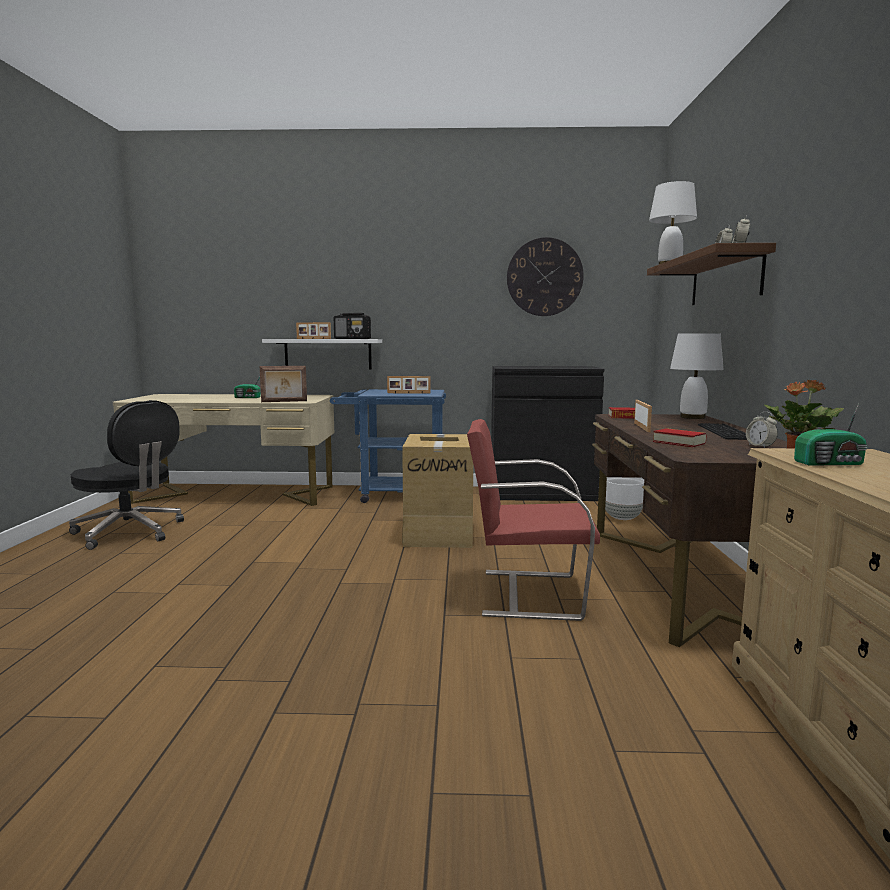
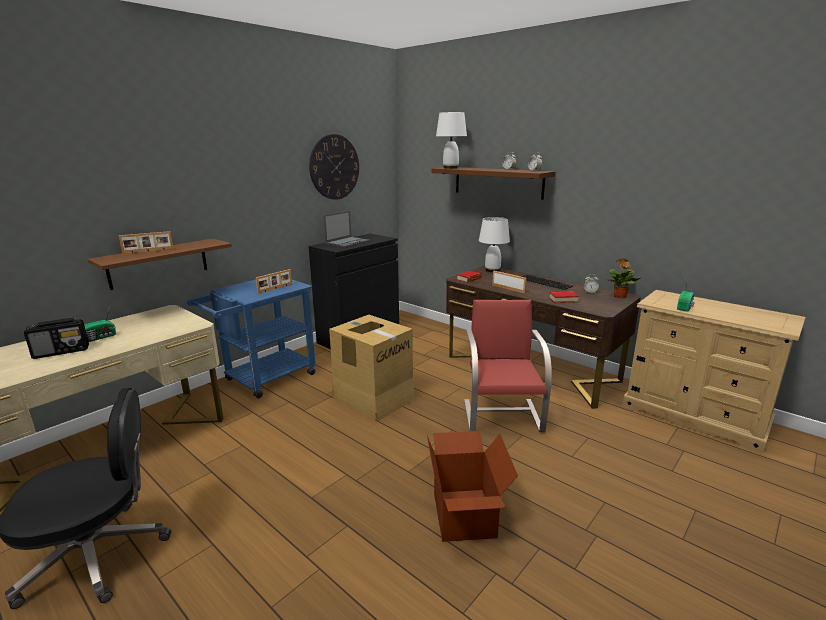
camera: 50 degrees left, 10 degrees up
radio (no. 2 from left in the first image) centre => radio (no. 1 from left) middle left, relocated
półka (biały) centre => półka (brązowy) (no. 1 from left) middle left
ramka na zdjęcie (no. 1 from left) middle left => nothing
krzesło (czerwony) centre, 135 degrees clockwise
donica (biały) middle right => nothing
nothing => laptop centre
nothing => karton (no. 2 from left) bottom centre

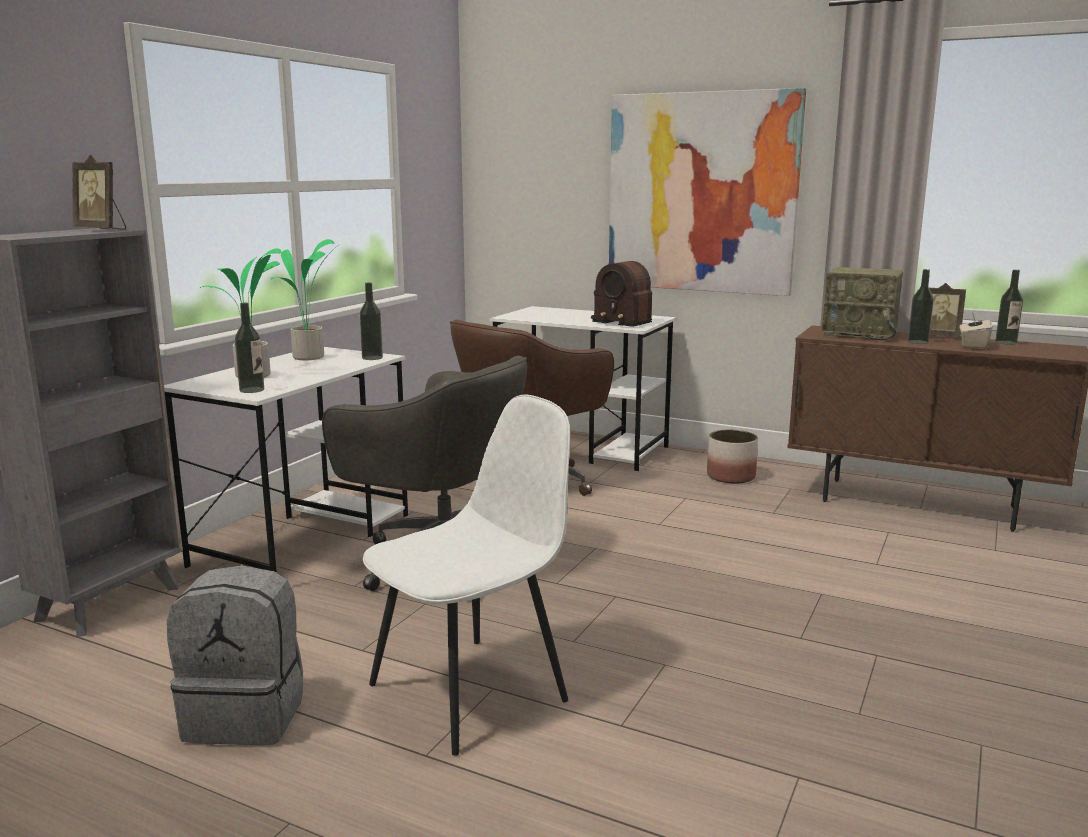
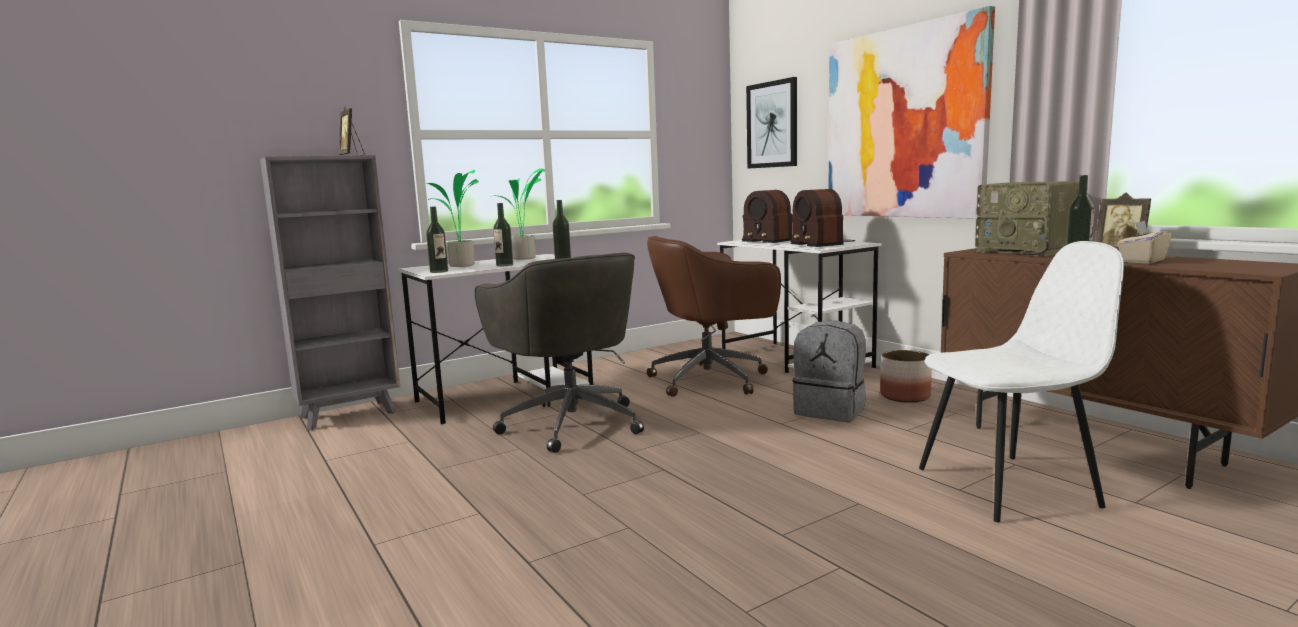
camera: 30 degrees right, 5 degrees down
butelka (no. 4 from left in the first image) middle right => butelka (no. 2 from left) centre, relocated
krzesło (biały) bottom centre => krzesło (biały) middle right, relocated
plecak (szary) bottom left => plecak (szary) centre, relocated
nothing => obraz (no. 1 from left) top centre
nothing => radio (no. 1 from left) centre

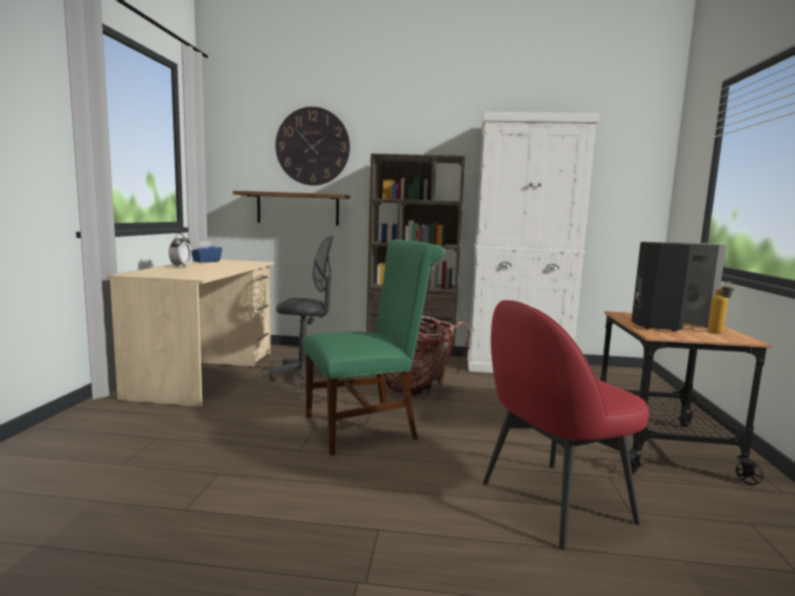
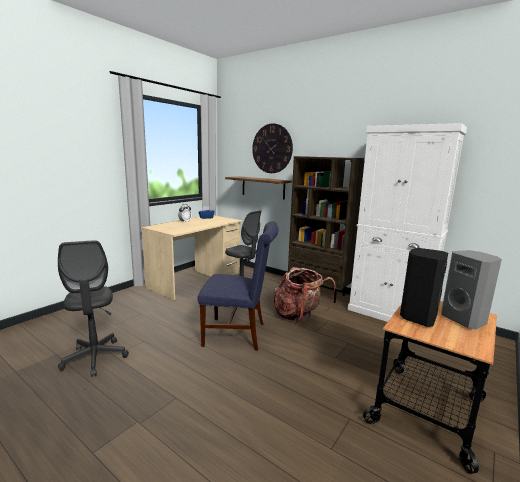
camera: 30 degrees right, 5 degrees up
krzesło (zielony) centre => krzesło (niebieski) centre
butelka middle right => nothing
krzesło (czerwony) bottom right => nothing
nothing => krzesło biurowe (szary) (no. 1 from left) middle left

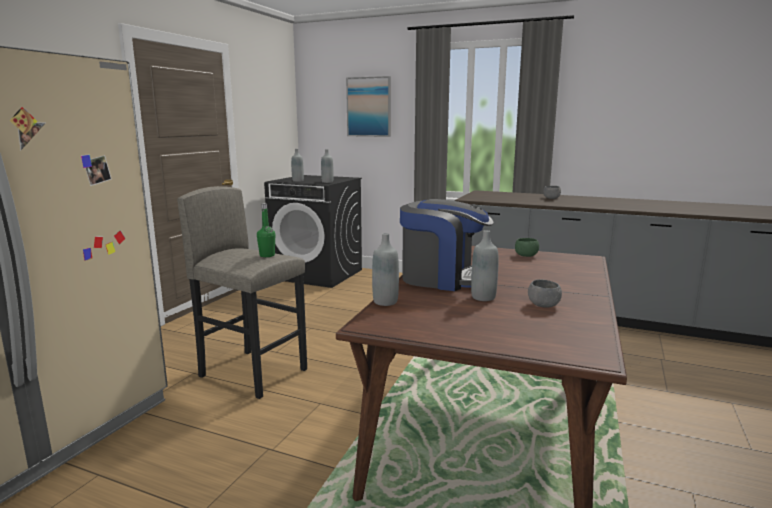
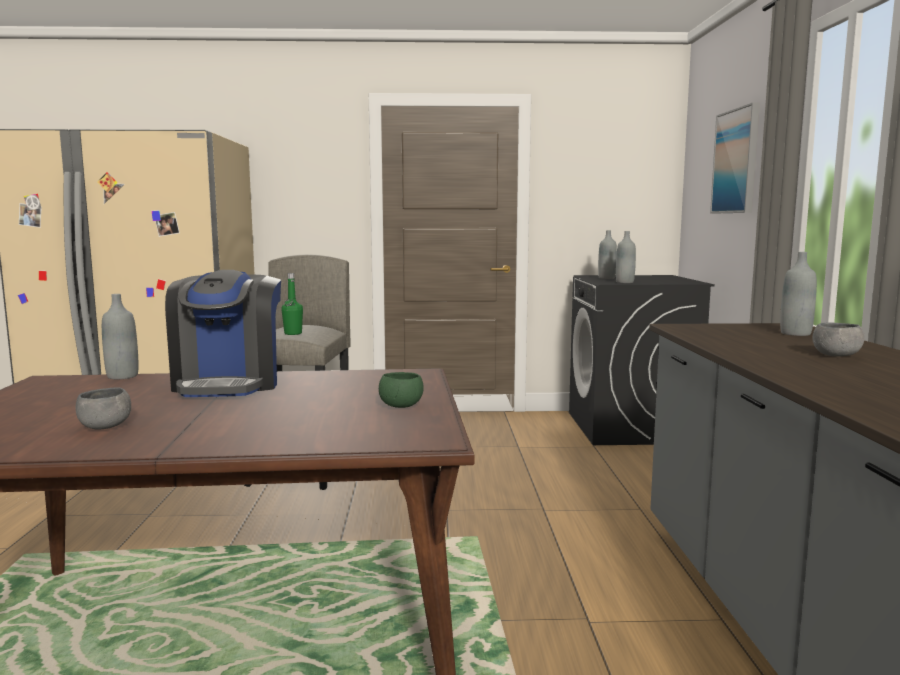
camera: 65 degrees right, 5 degrees down
butelka (szary) (no. 4 from left) centre => butelka (szary) (no. 4 from left) middle right, relocated

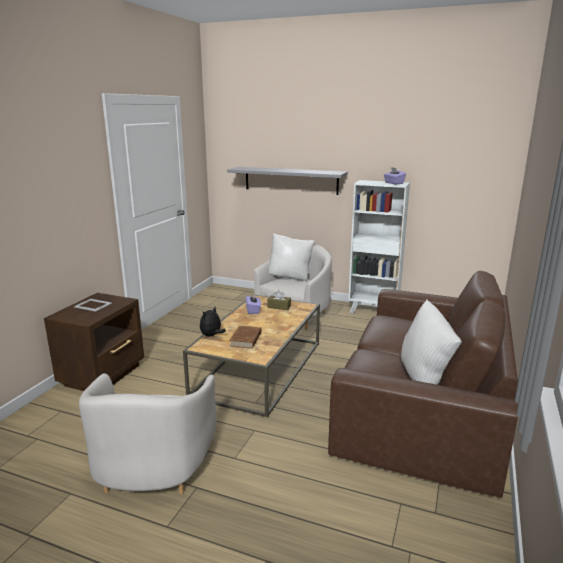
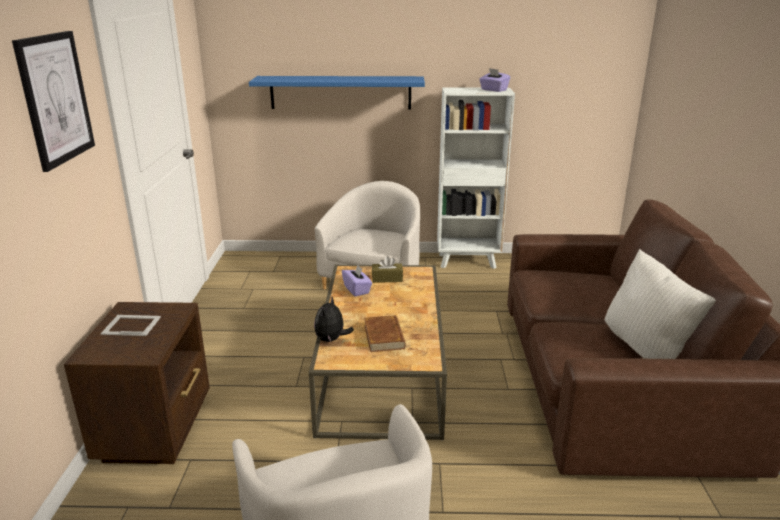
camera: 20 degrees left, 5 degrees up
półka (szary) top centre => półka (niebieski) top centre
poduszka (biały) (no. 1 from left) centre => nothing
nothing => obraz top left

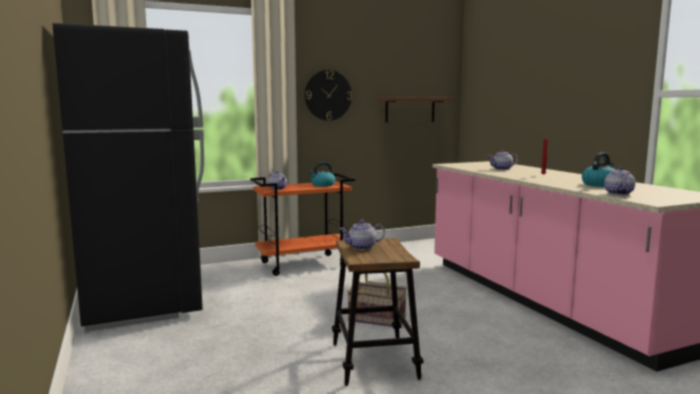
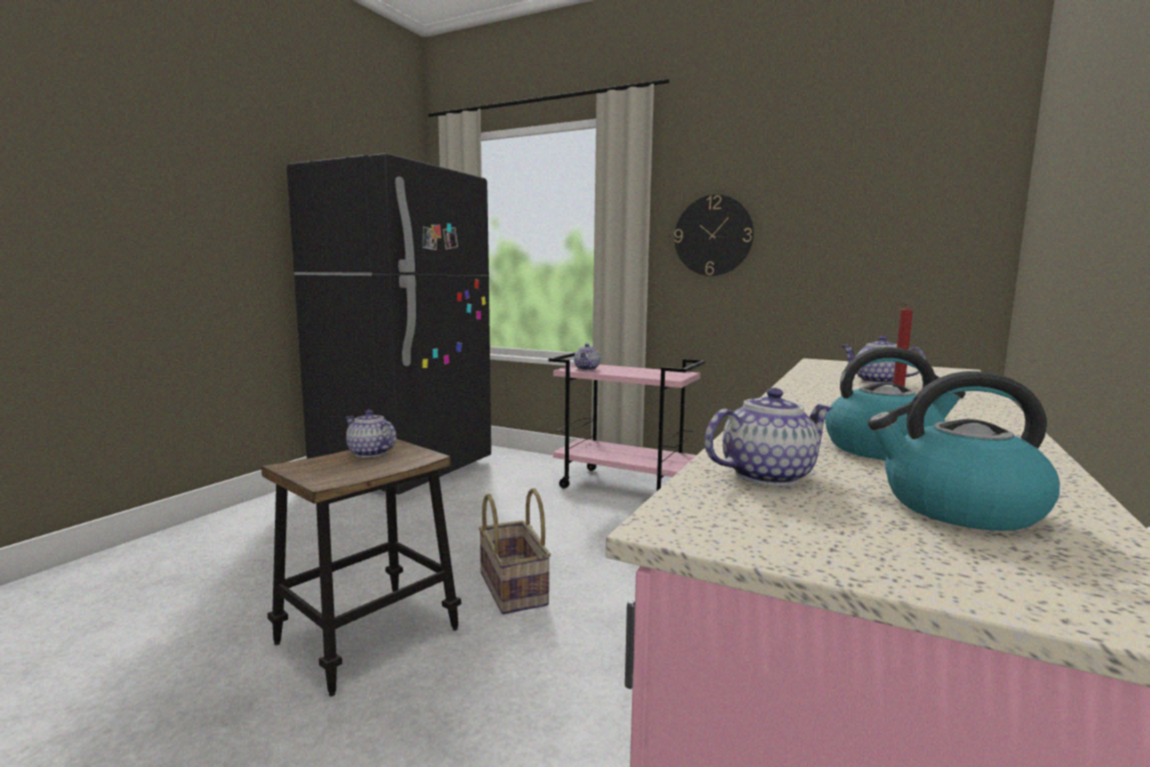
camera: 50 degrees right, 0 degrees up
półka (brązowy) top centre => nothing
czajnik (no. 1 from left in the first image) centre => czajnik (no. 2 from left) middle right, relocated
wózek (pomarańczowy) centre => wózek (różowy) centre

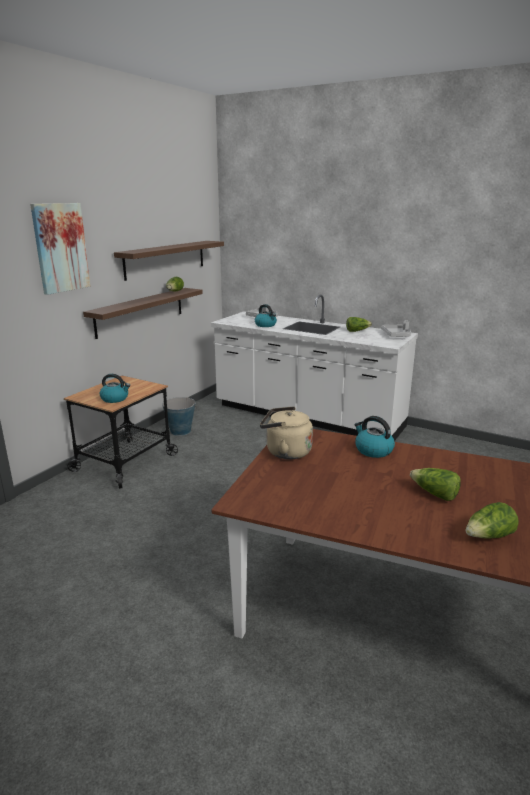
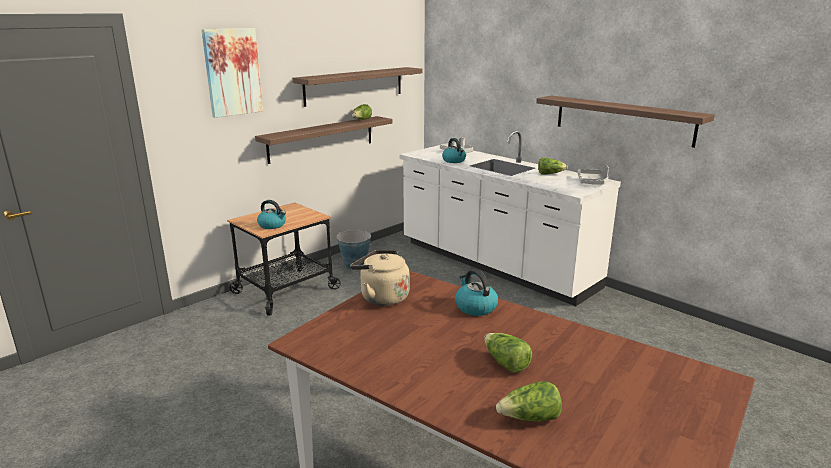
camera: 15 degrees right, 0 degrees up
nothing => półka (no. 3 from left) top right

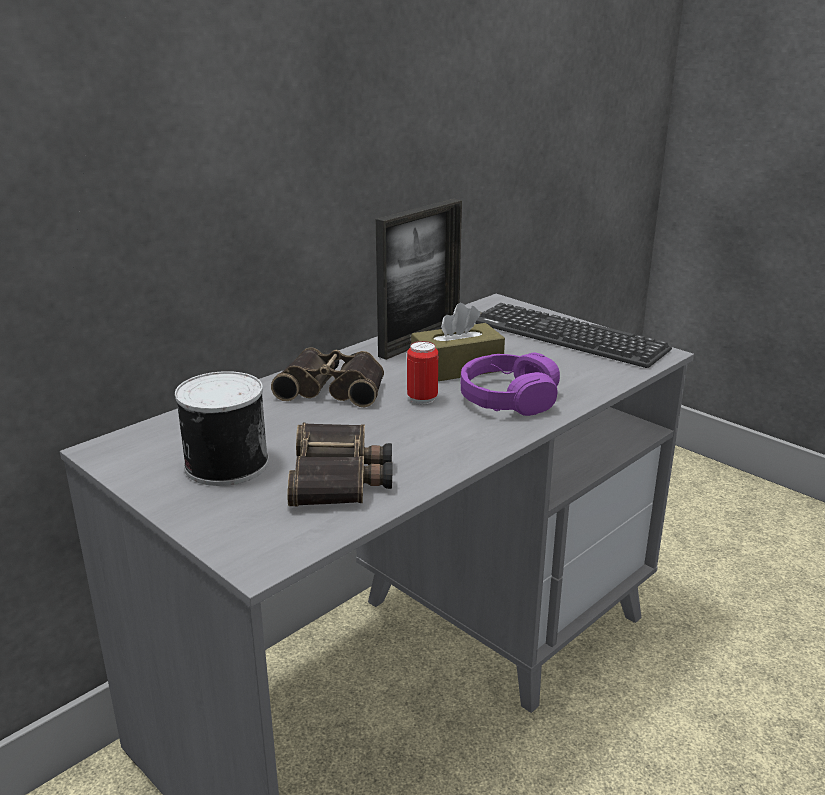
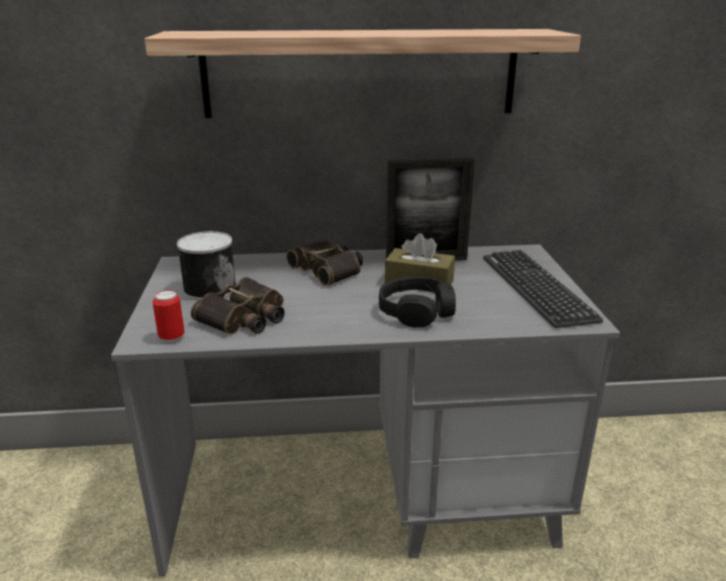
camera: 40 degrees right, 0 degrees up
puszka (no. 2 from left in the first image) centre => puszka (no. 1 from left) middle left, relocated
słuchawki (fioletowy) centre => słuchawki (czarny) centre
nothing => półka top centre

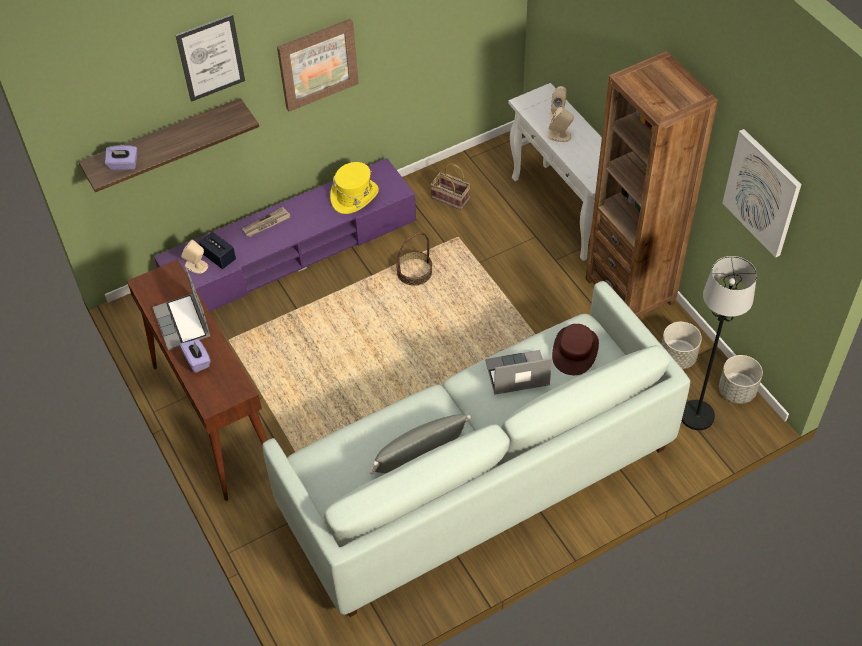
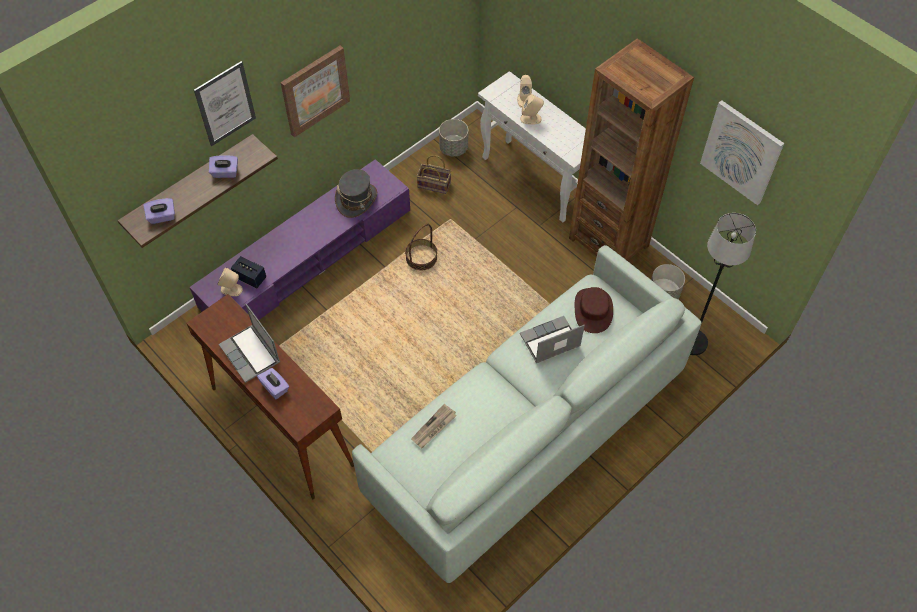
camera: 15 degrees left, 5 degrees up
kapelusz (żółty) top centre => kapelusz (szary) top centre
gazeta middle left => gazeta bottom centre, relocated
donica (szary) (no. 2 from left in the first image) middle right => donica (szary) (no. 1 from left) top centre, relocated
poduszka (szary) bottom centre => nothing
nothing => pudełko chusteczek (fioletowy) (no. 2 from left) top left

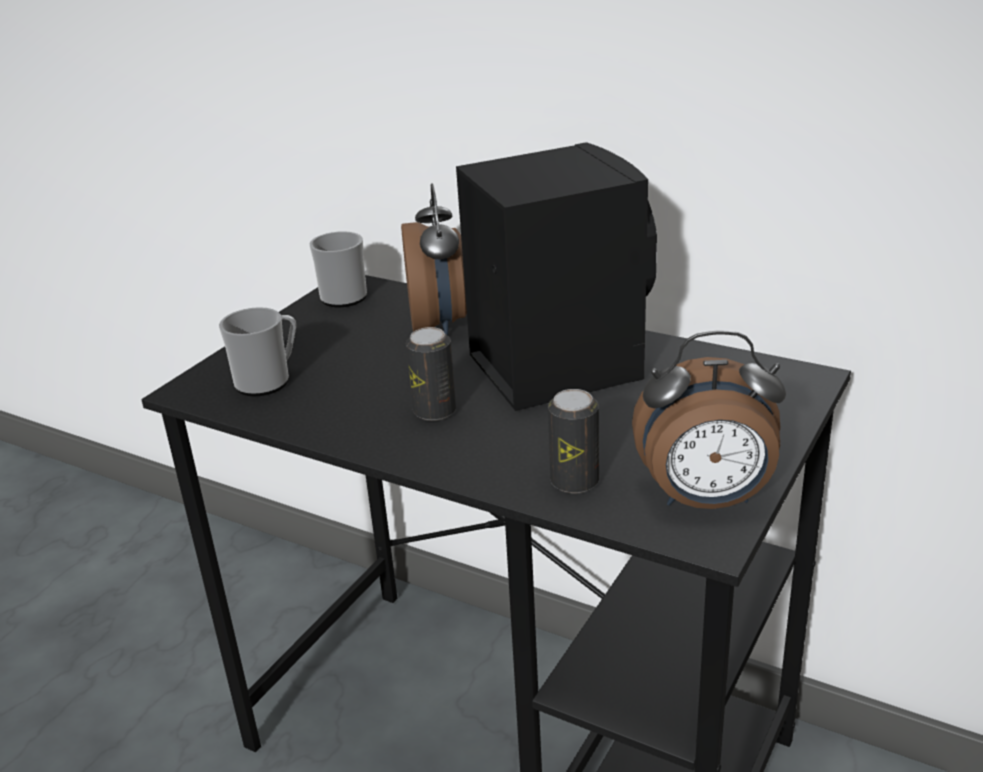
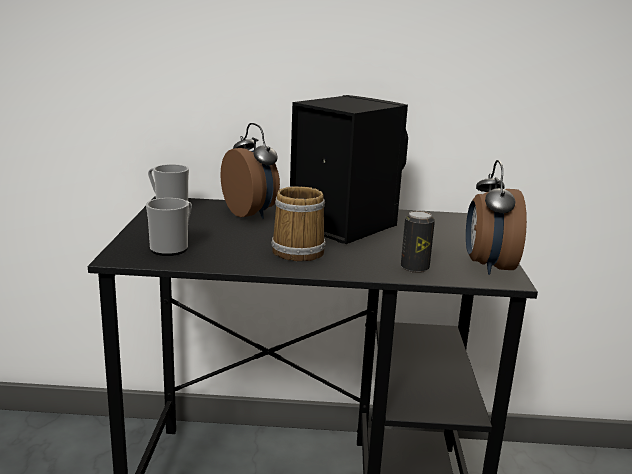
camera: 30 degrees left, 10 degrees down
puszka (no. 1 from left) centre => kubek (no. 3 from left) centre
budzik (no. 2 from left) middle right, 120 degrees clockwise

